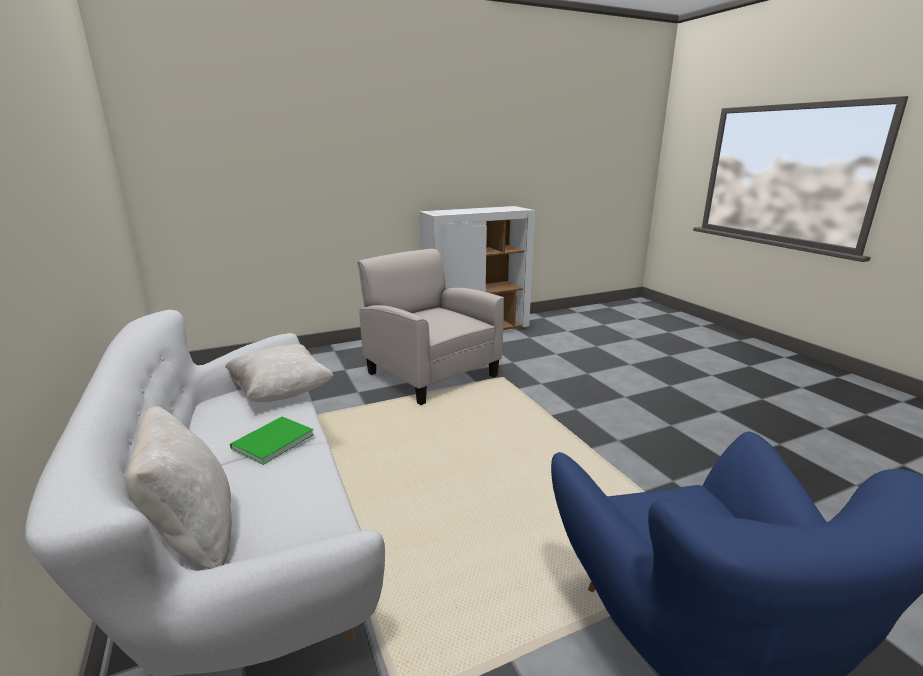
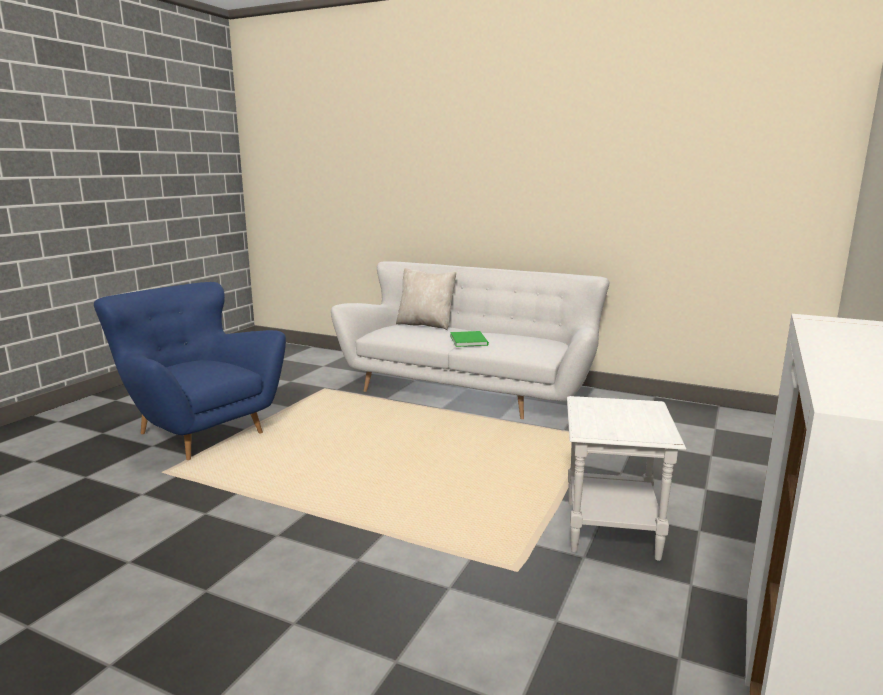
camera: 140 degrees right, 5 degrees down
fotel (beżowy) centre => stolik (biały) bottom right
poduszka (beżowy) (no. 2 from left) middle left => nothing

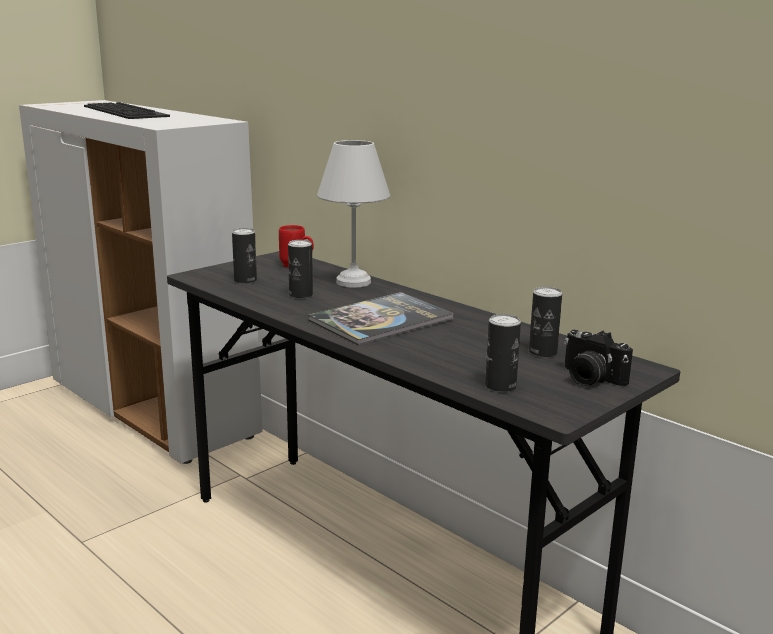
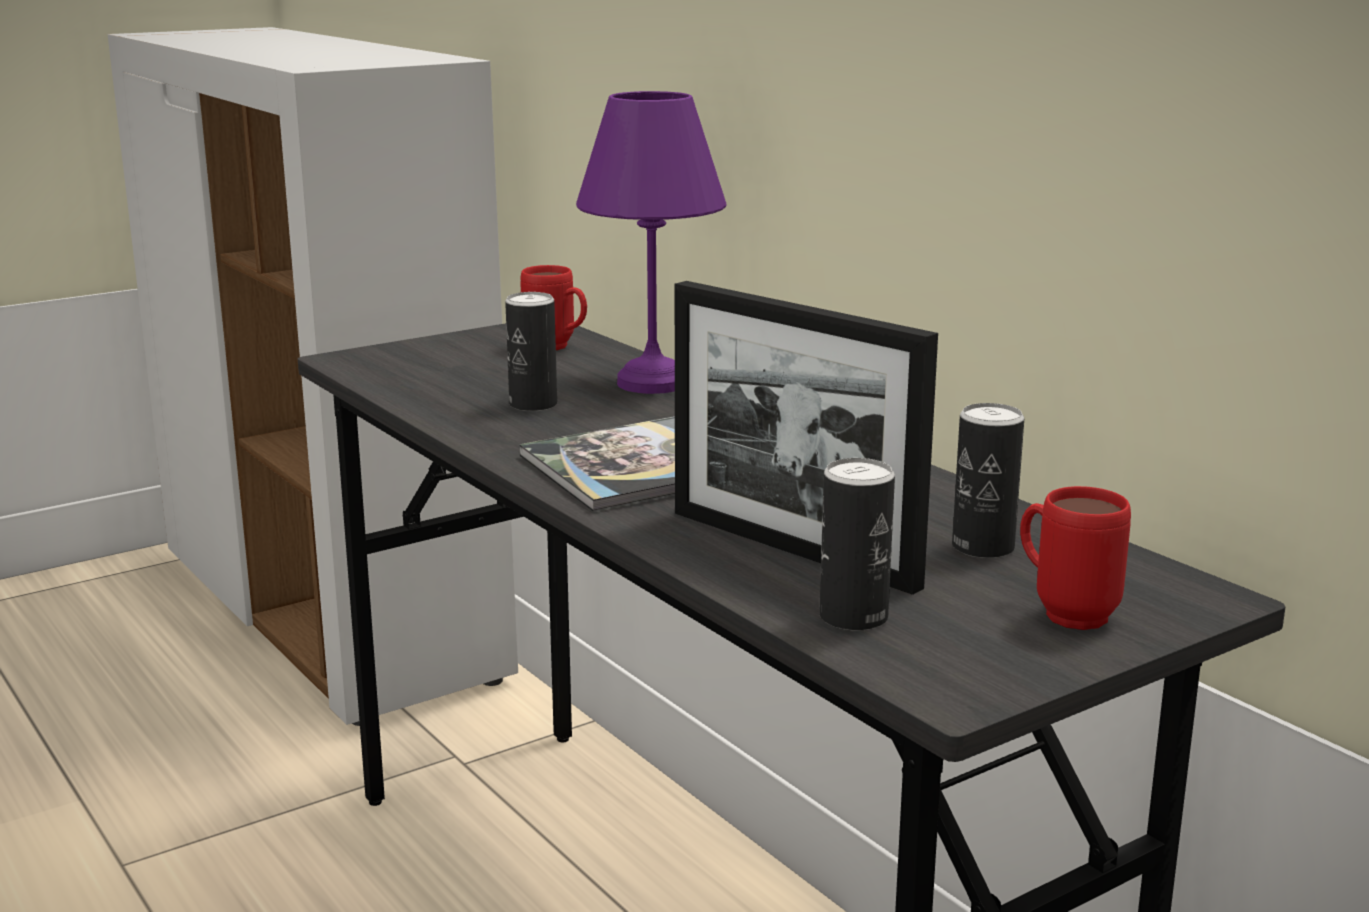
camera: 10 degrees right, 0 degrees up
klawiatura top left => nothing
lampa stołowa (biały) centre => lampa stołowa (fioletowy) top centre
puszka (no. 1 from left) middle left => nothing
aparat fotograficzny middle right => kubek (czerwony) (no. 2 from left) middle right
nothing => ramka na zdjęcie centre

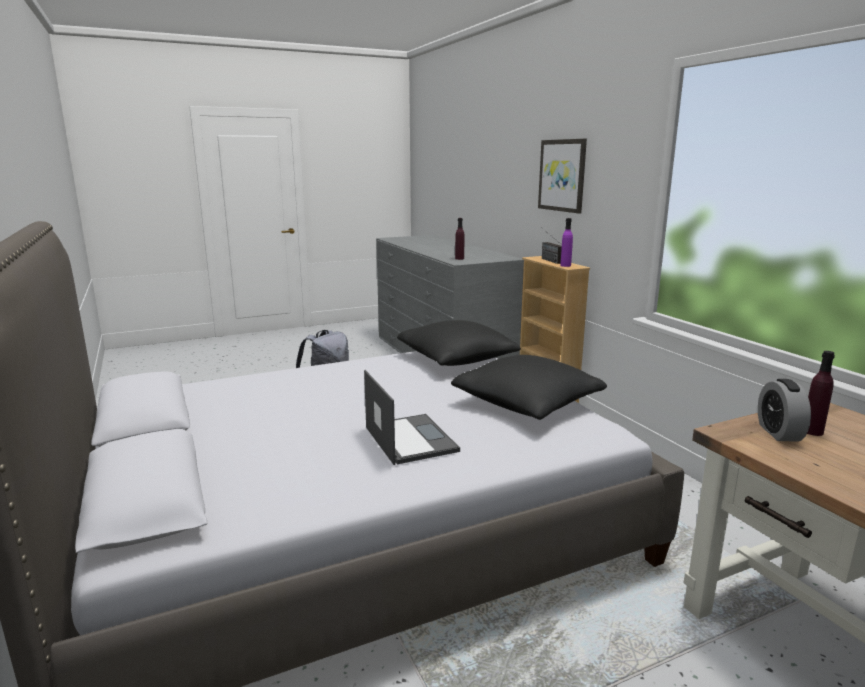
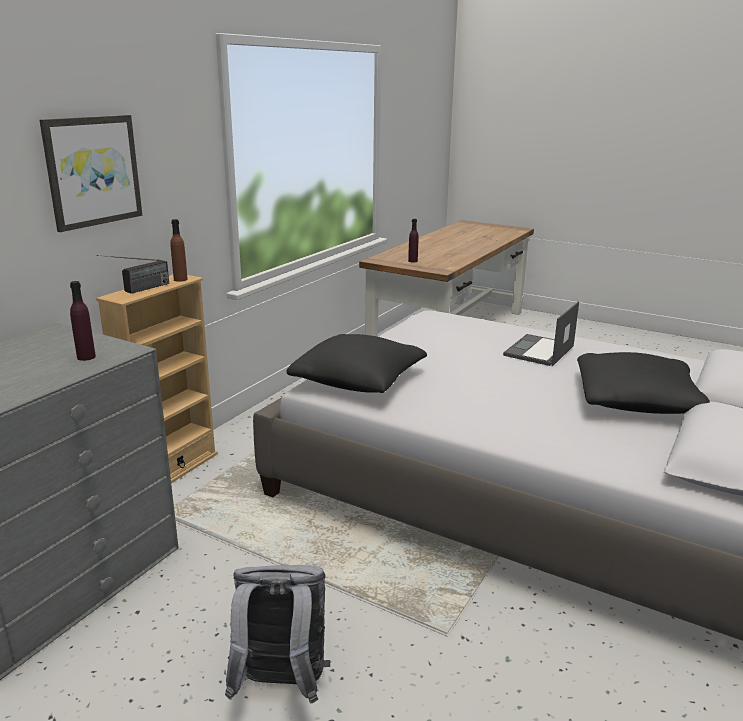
camera: 125 degrees left, 5 degrees up
butelka (fioletowy) (no. 2 from left) centre => butelka (brązowy) middle left
poduszka (czarny) (no. 2 from left) centre => poduszka (czarny) (no. 2 from left) middle right, relocated
budzik middle right => nothing

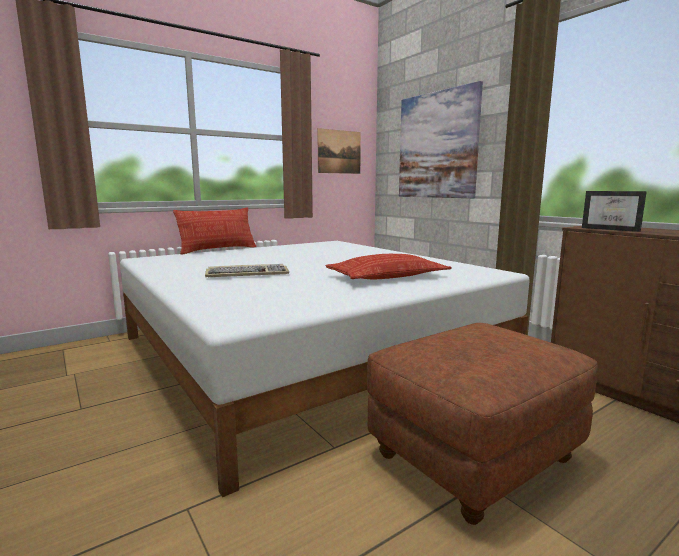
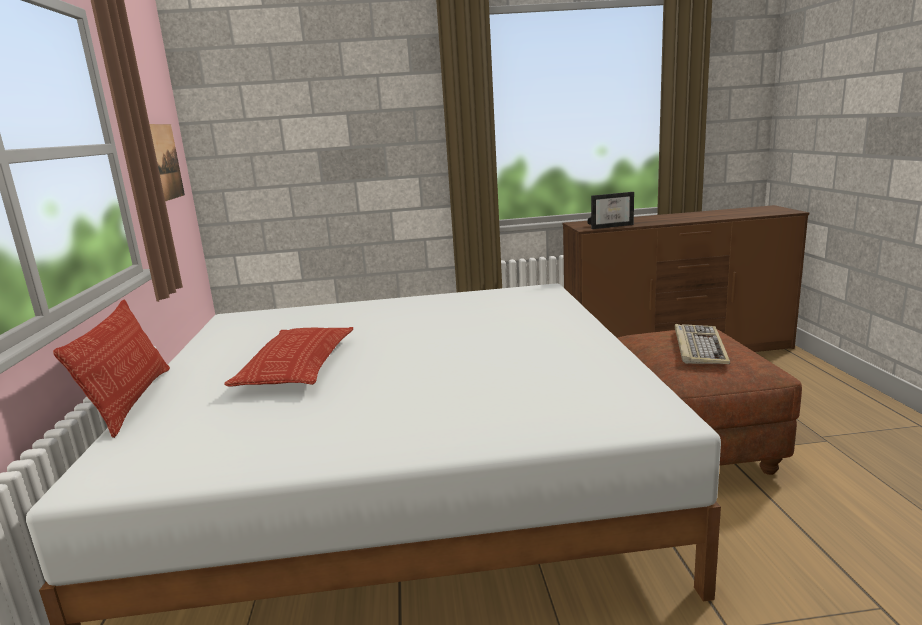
camera: 60 degrees left, 5 degrees up
obraz (no. 2 from left) top centre => nothing
poduszka (no. 2 from left) centre => poduszka (no. 2 from left) middle left, relocated
klawiatura centre => klawiatura middle right, relocated

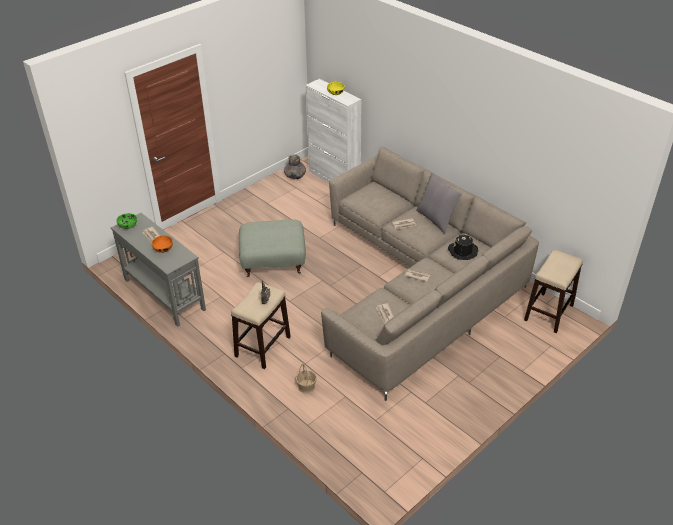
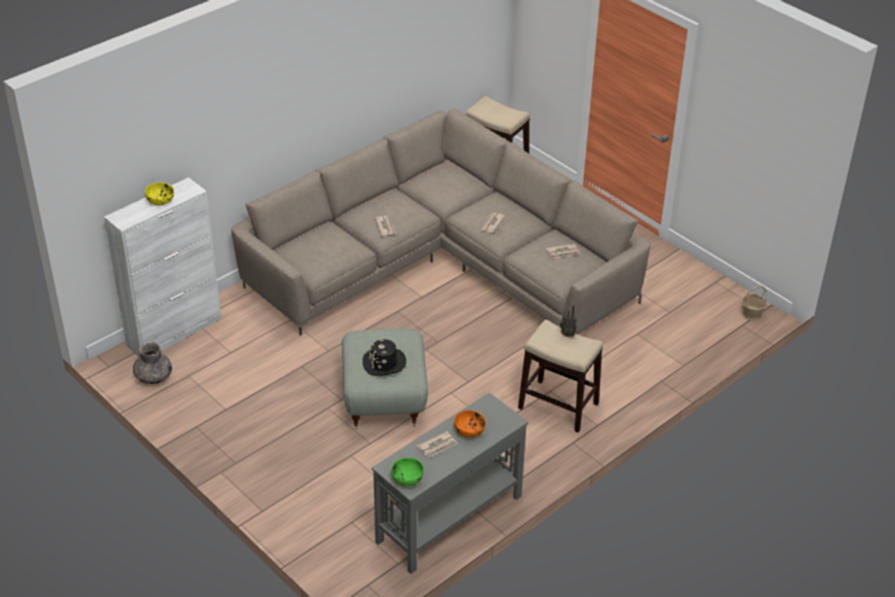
camera: 90 degrees left, 0 degrees up
poduszka (szary) centre => nothing
kapelusz (czarny) middle right => kapelusz (czarny) centre, relocated
koszyk bottom centre => koszyk middle right, relocated

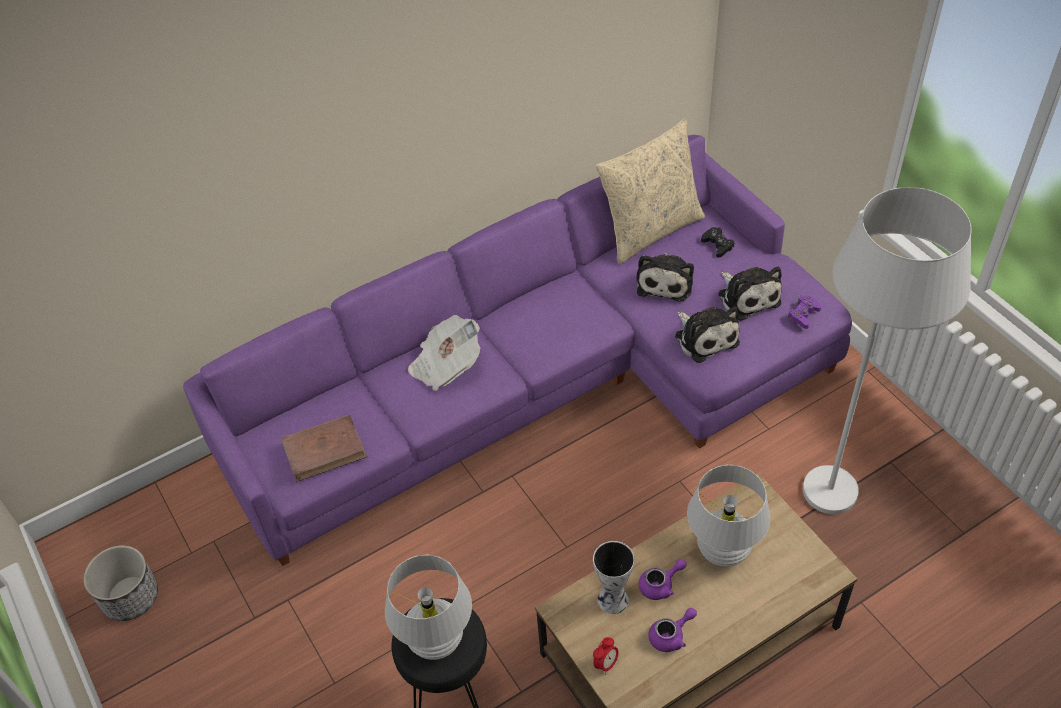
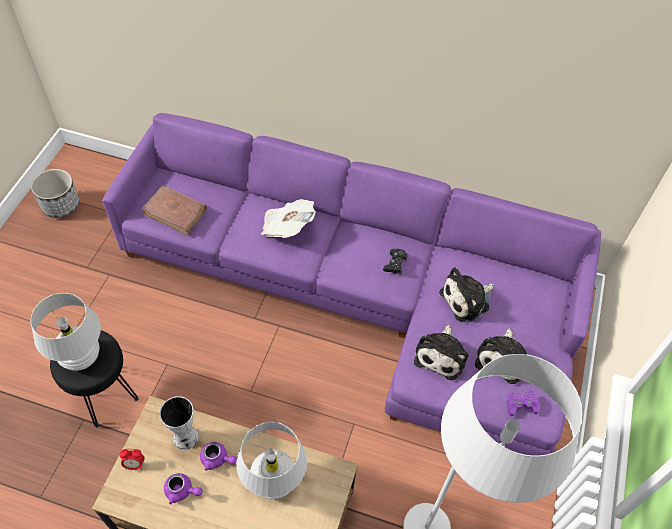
camera: 45 degrees right, 5 degrees up
poduszka (beżowy) top centre => nothing
pad do gier (czarny) middle right => pad do gier (czarny) centre, relocated

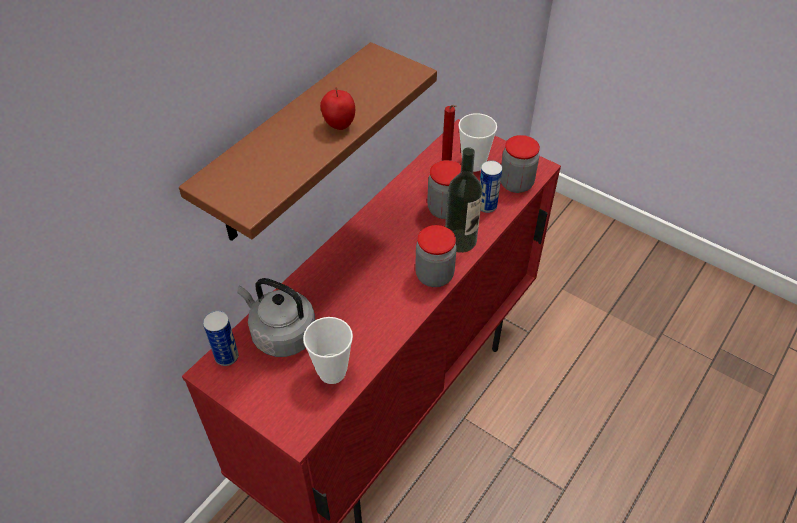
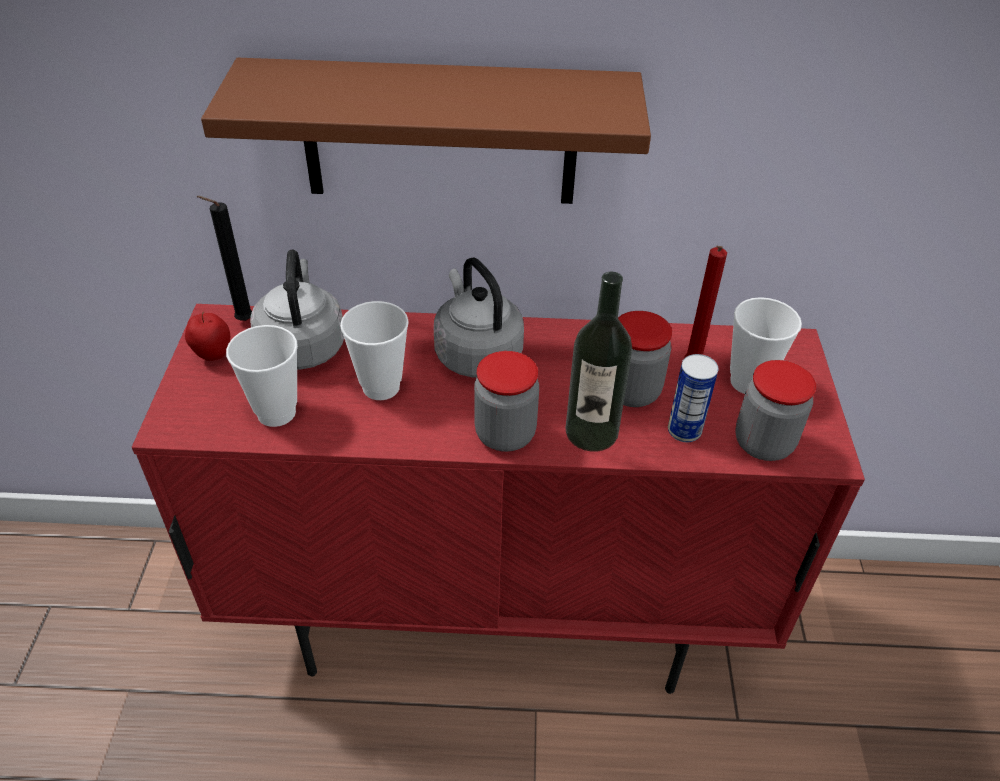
camera: 55 degrees right, 5 degrees down
jabłko top centre => jabłko middle left, relocated
puszka (no. 1 from left) middle left => świeca (czarny) top left
nothing => czajnik (szary) (no. 2 from left) centre
nothing => filiżanka (no. 2 from left) centre

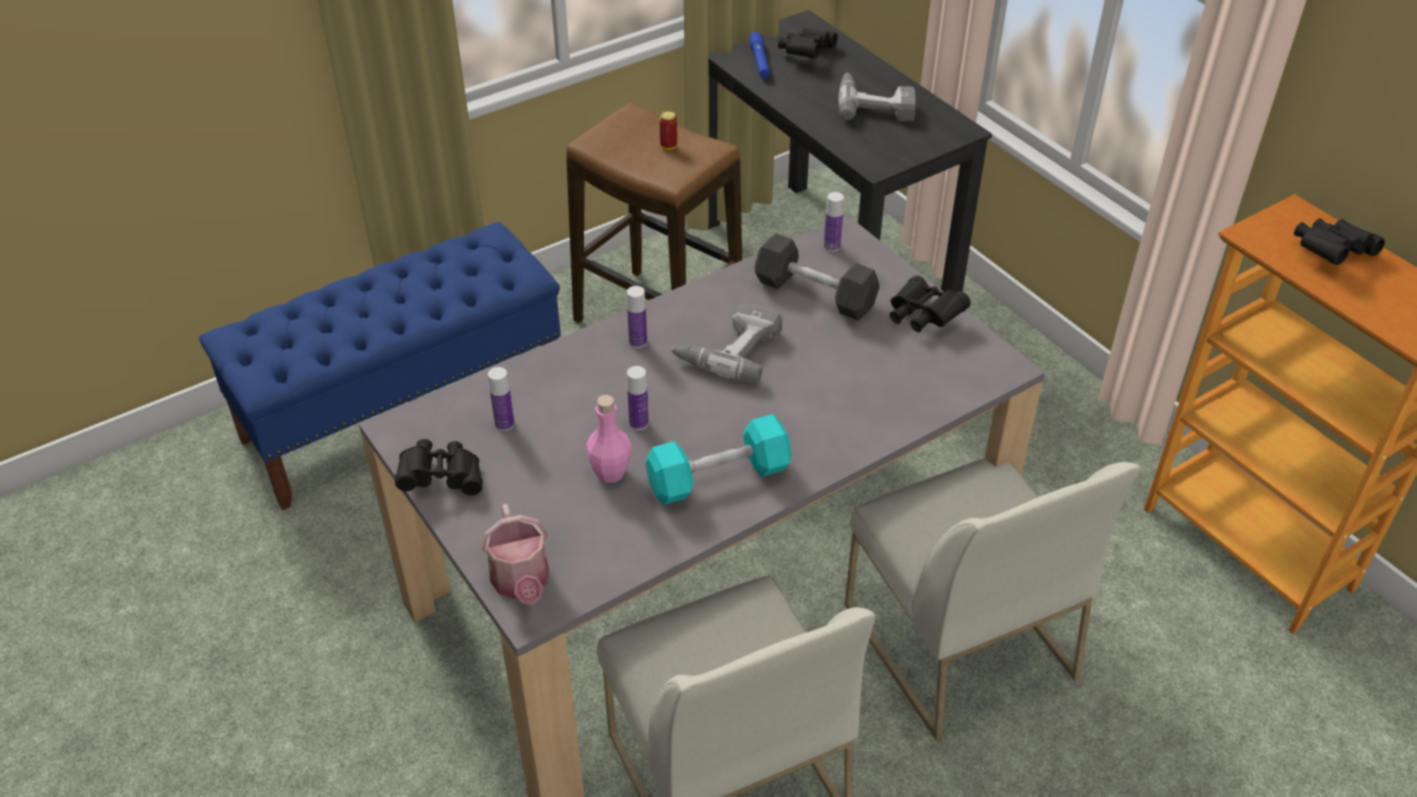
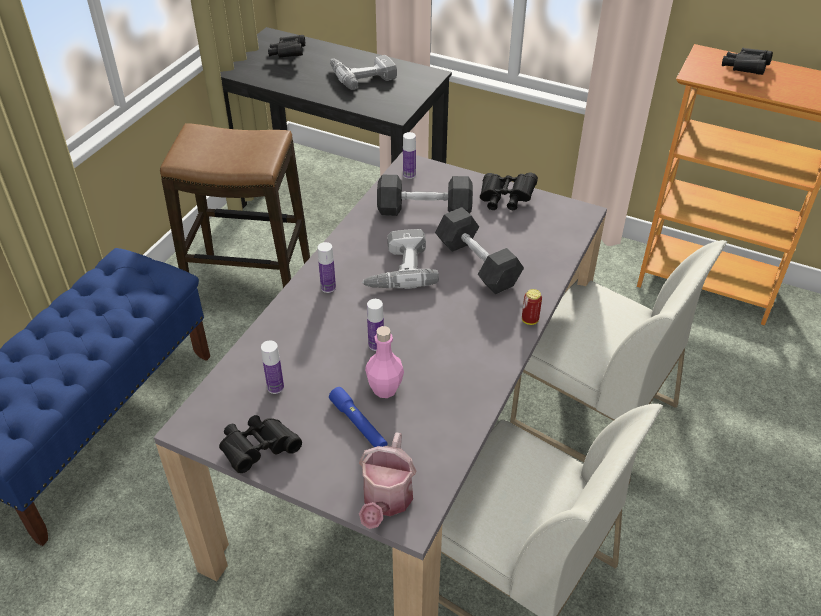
camera: 30 degrees left, 0 degrees up
latarka (niebieski) top centre => latarka (niebieski) bottom centre, relocated
puszka top centre => puszka centre, relocated
hantel (turkusowy) centre => nothing
konewka bottom centre, 60 degrees clockwise
nothing => hantel (szary) (no. 2 from left) centre

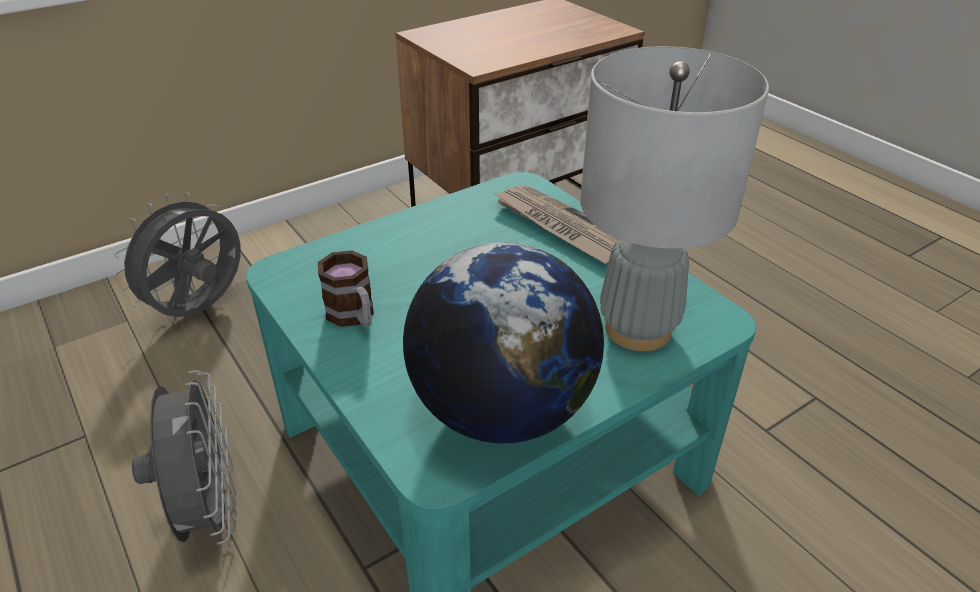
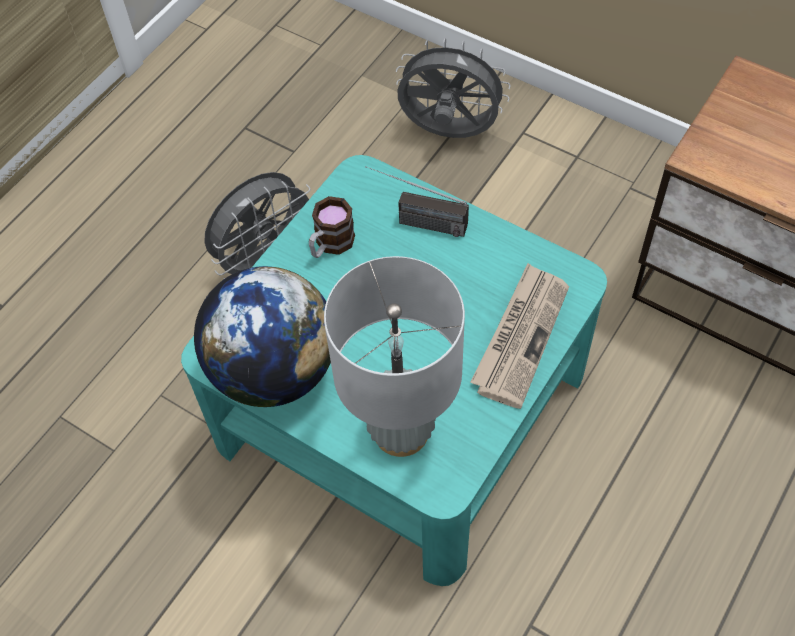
camera: 70 degrees right, 20 degrees up
nothing => radio top centre

